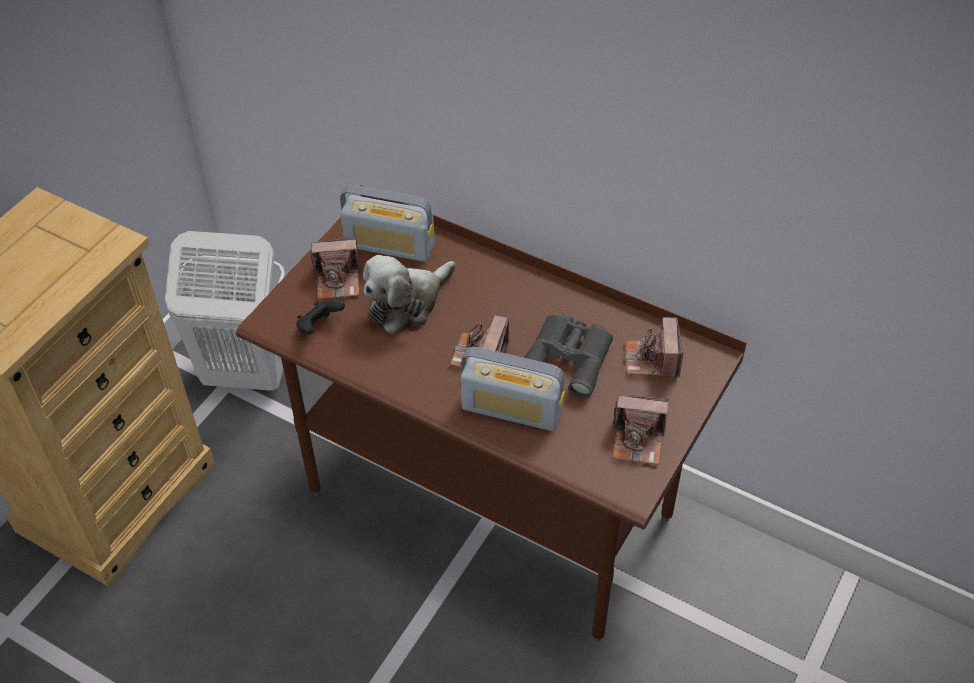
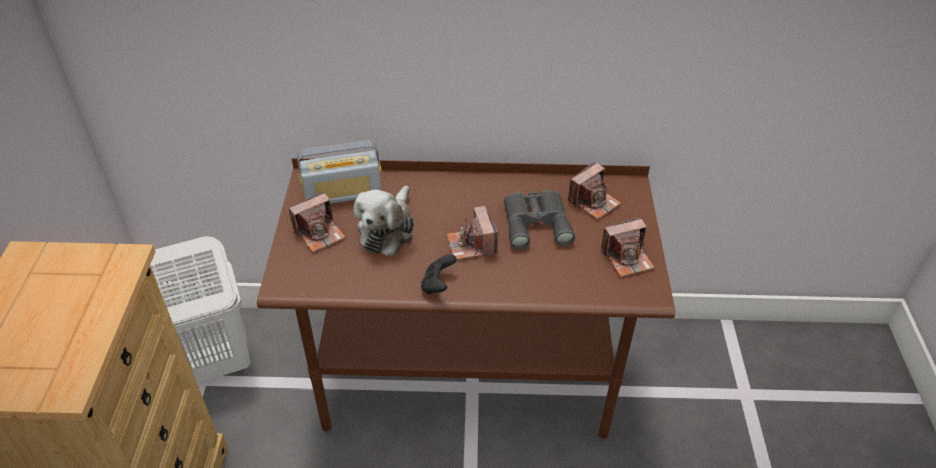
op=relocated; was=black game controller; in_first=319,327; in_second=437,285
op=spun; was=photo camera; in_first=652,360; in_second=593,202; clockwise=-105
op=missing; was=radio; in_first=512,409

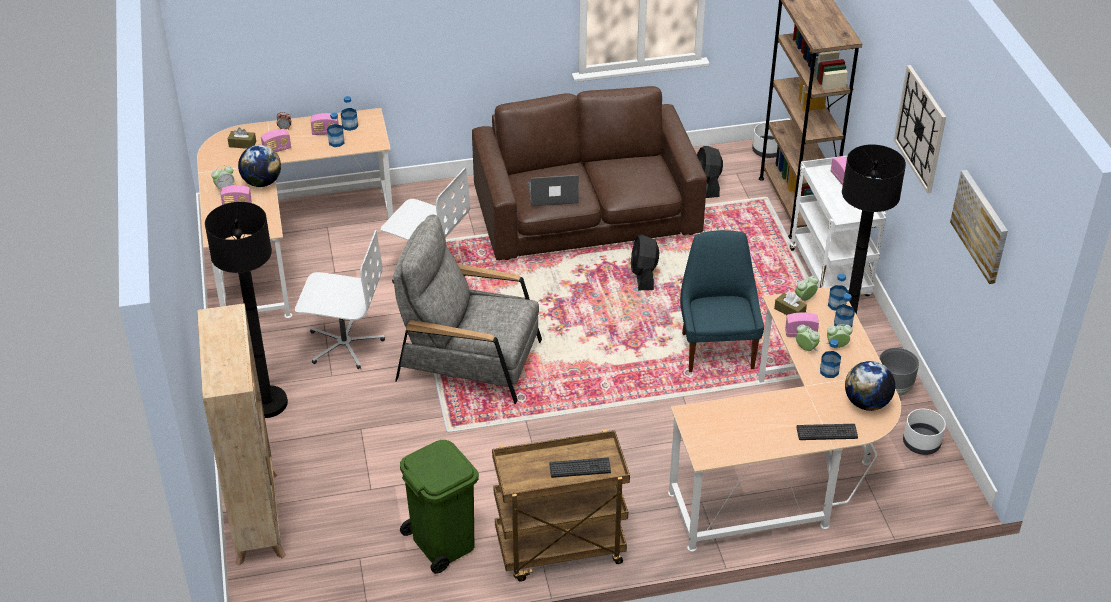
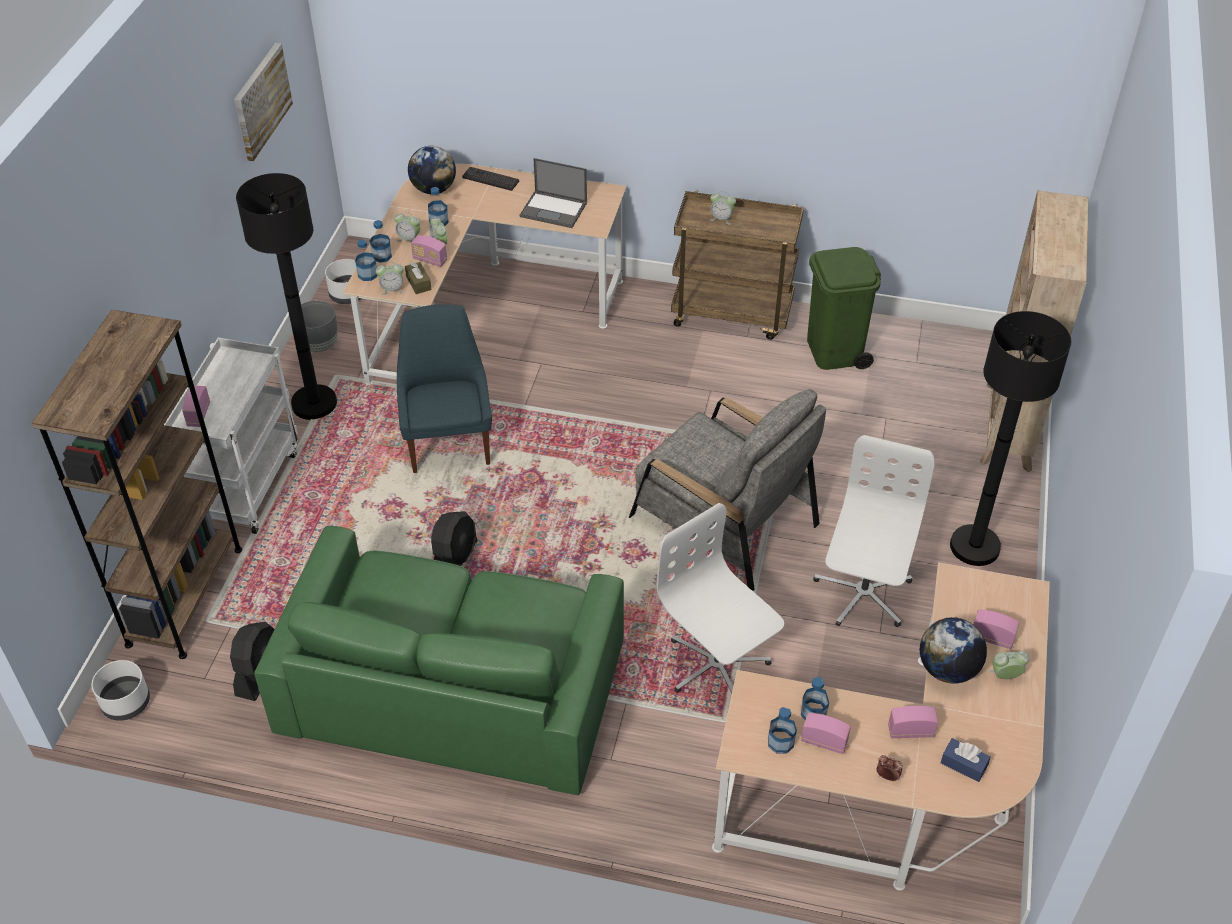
op=missing; was=wall clock; in_first=920,128
op=colour; was=brown sofa; now=green sofa; in_first=587,212; in_second=453,687
op=colour; was=brown tissue box; now=blue tissue box; in_first=242,144; in_second=963,764
op=relocated; was=laptop; in_first=552,194; in_second=554,209
op=spun; was=white office chair; in_first=344,344; in_second=862,593; clockwise=75
op=spun; was=blue chair; in_first=717,348; in_second=449,442; clockwise=150
op=exchanged; was=keyboard; now=alarm clock; in_first=580,468; in_second=721,218

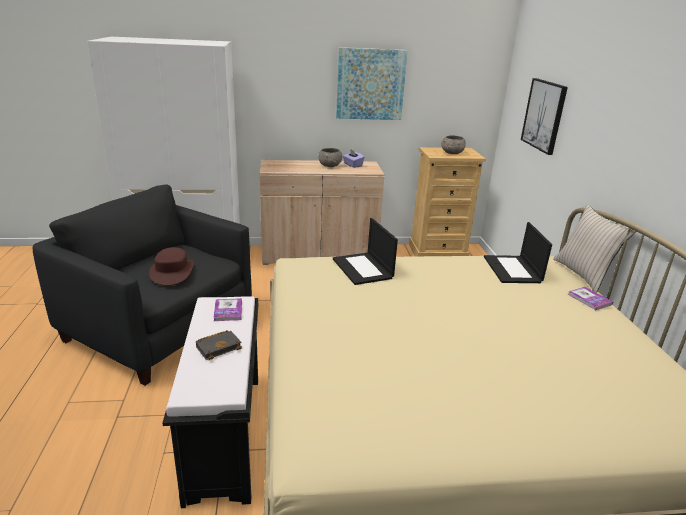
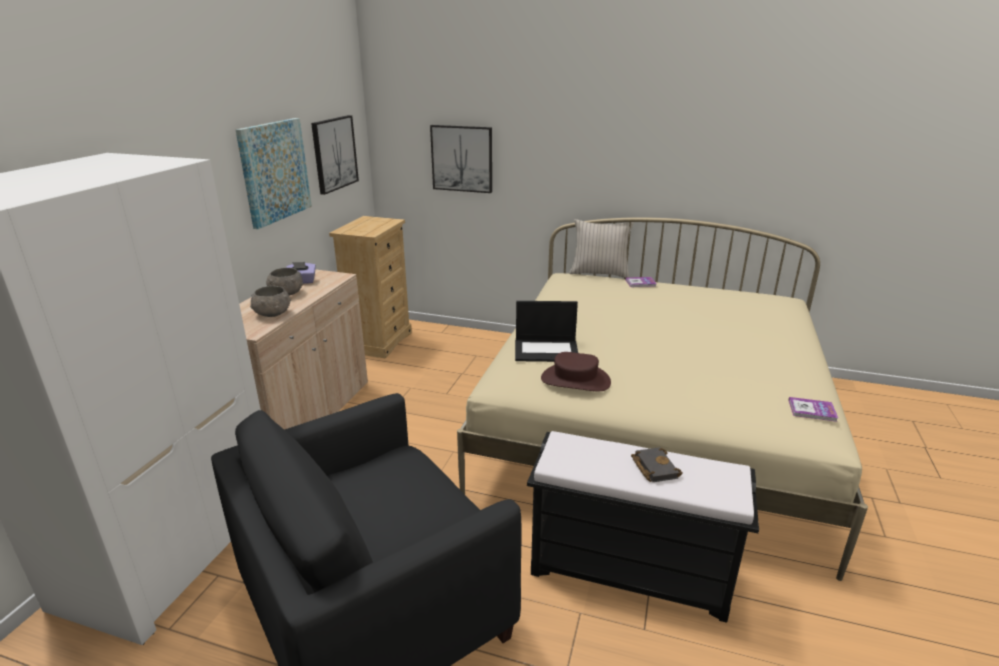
op=relocated; was=grey bowl; in_first=452,153; in_second=272,314
op=missing; was=laptop; in_first=513,270
op=relocated; was=brown hat; in_first=172,272; in_second=575,380
op=relocated; was=book; in_first=228,311; in_second=812,410
op=appeared; now=picture; in_second=334,153

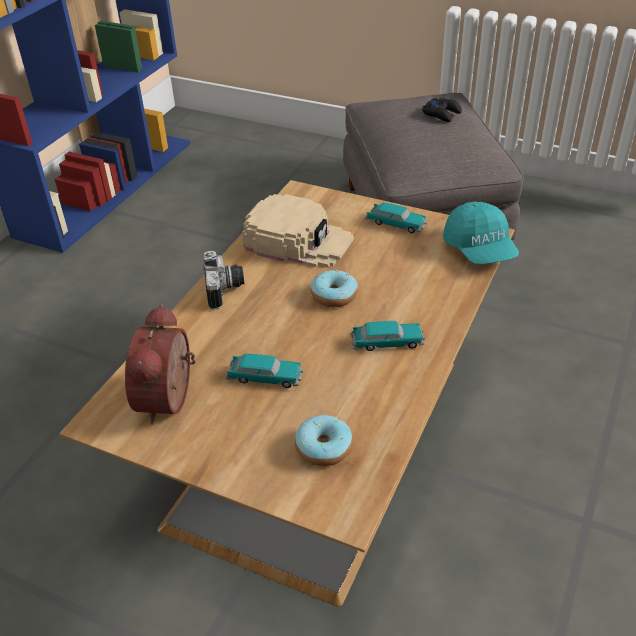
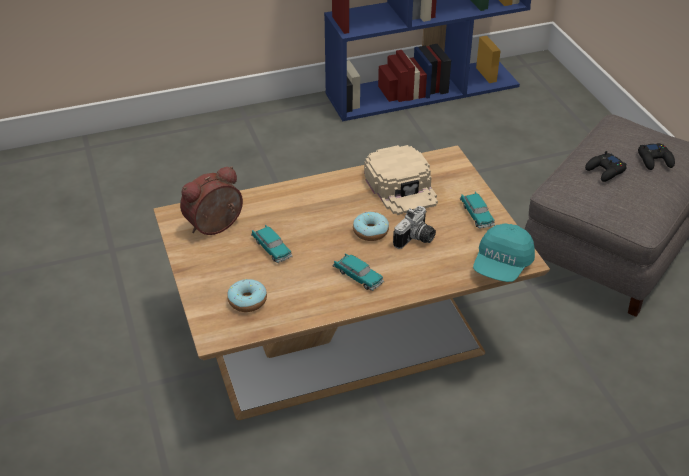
op=relocated; was=photo camera; in_first=226,290; in_second=416,239
op=appeared; now=black game controller; in_second=605,171

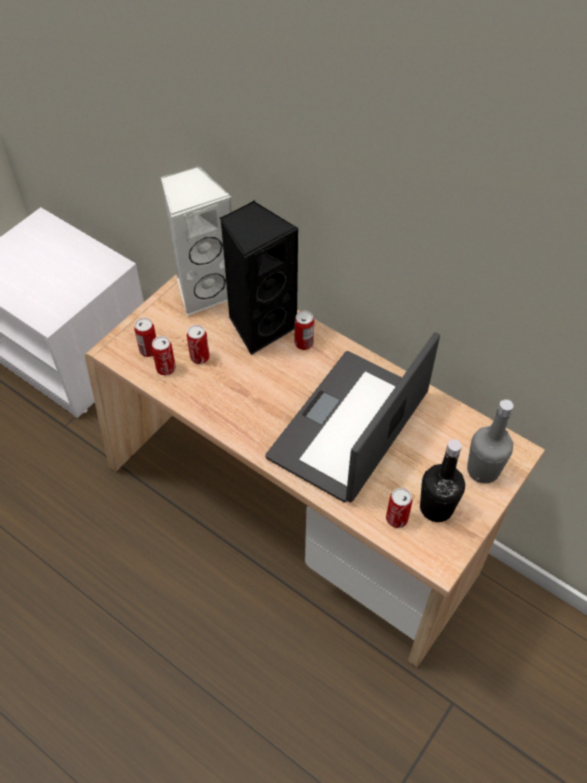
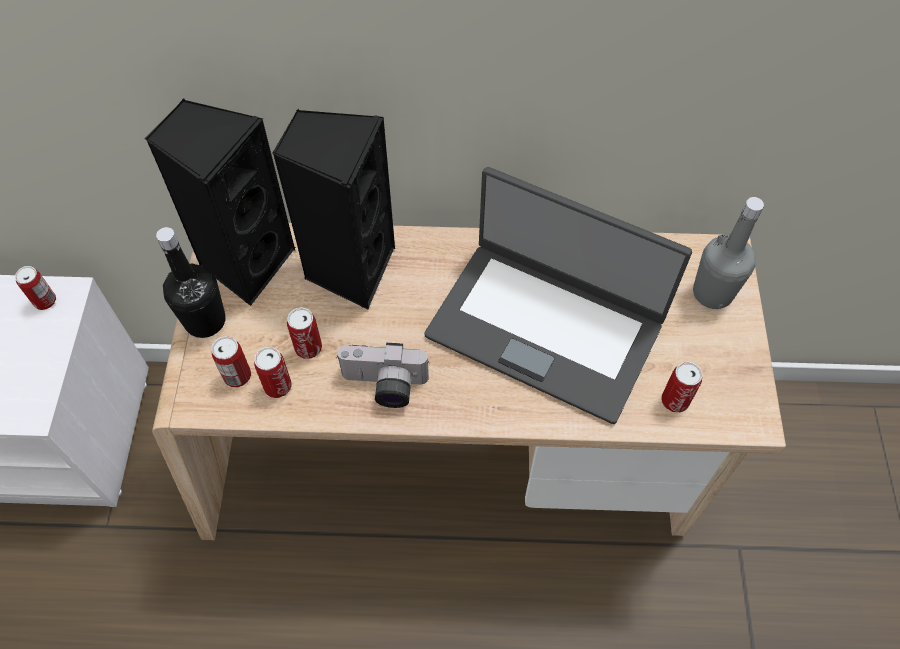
op=colour; was=white speaker; now=black speaker; in_first=204,290; in_second=245,262
op=relocated; was=can; in_first=304,343; in_second=45,301
op=spun; was=laptop; in_first=350,427; in_second=545,327; clockwise=-60
op=relocated; was=black bottle; in_first=436,508; in_second=205,321
op=appeared; now=photo camera; in_second=384,387

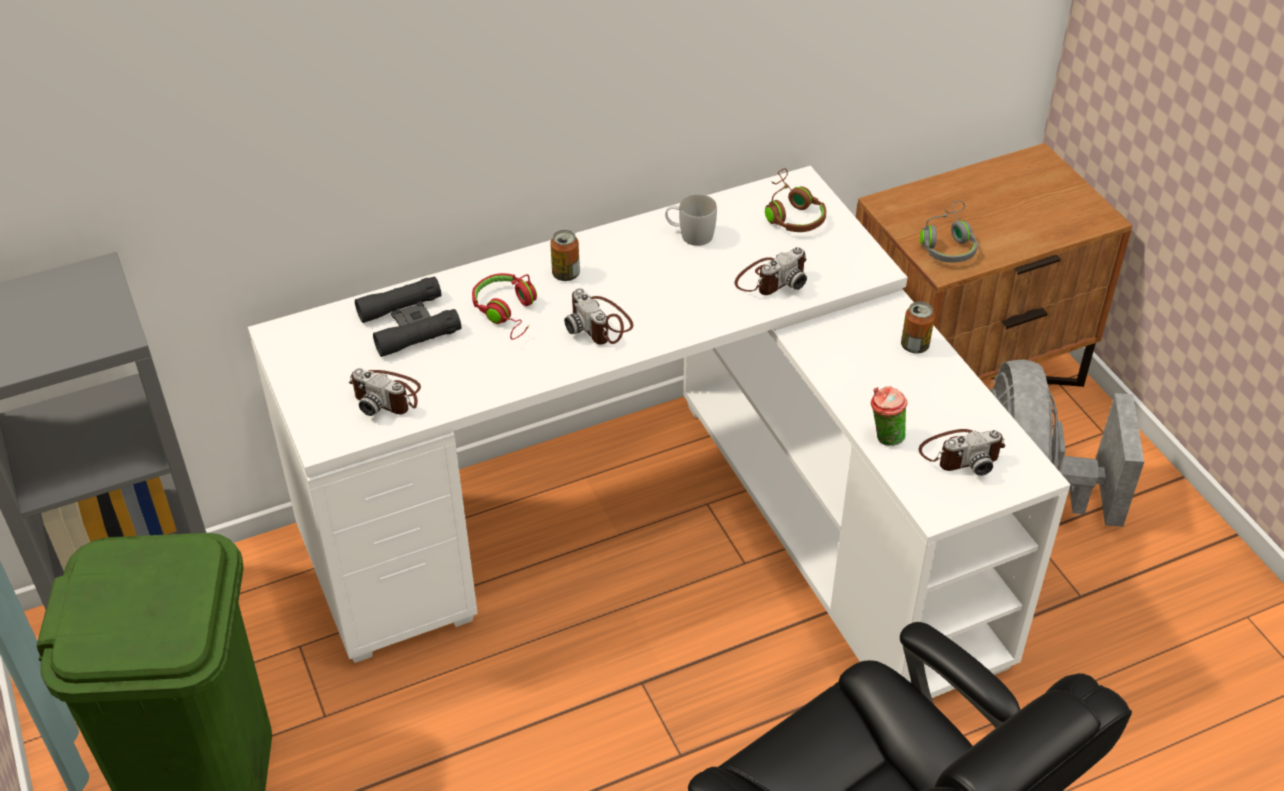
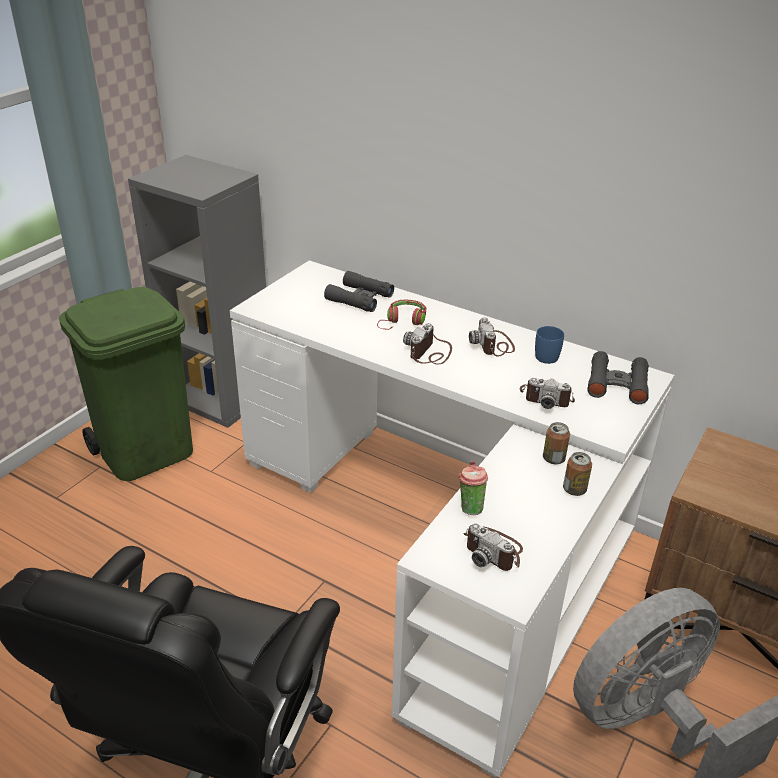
op=exchanged; was=brown headphones; now=black binoculars; in_first=791,213; in_second=617,384
op=colour; was=white mug; now=blue mug; in_first=690,235; in_second=544,354
op=missing; was=grey headphones; in_first=948,243
op=relocated; was=can; in_first=566,274; in_second=553,459
op=relocated; was=photo camera; in_first=387,395; in_second=493,345

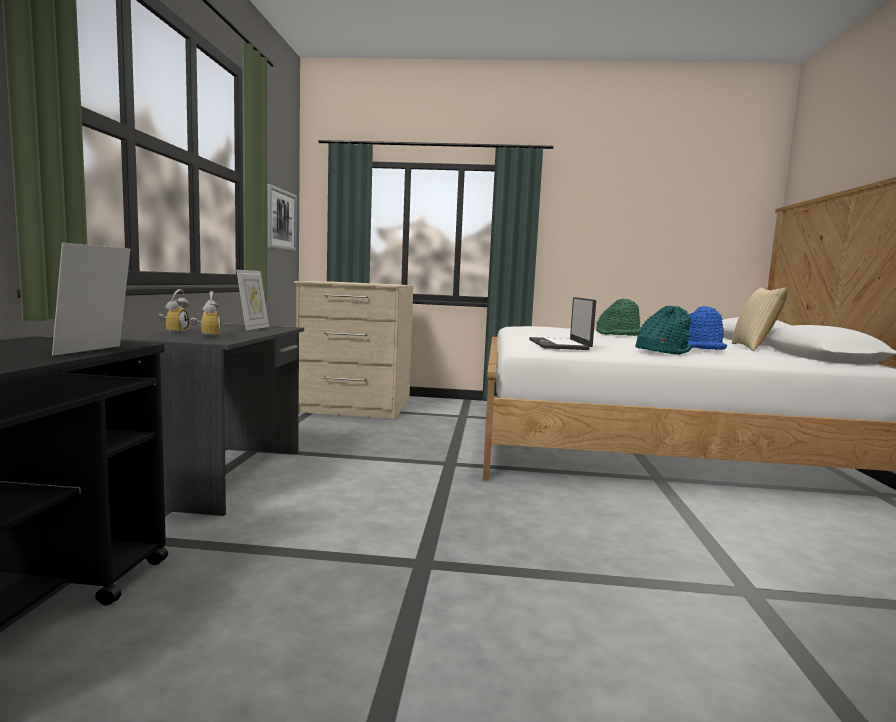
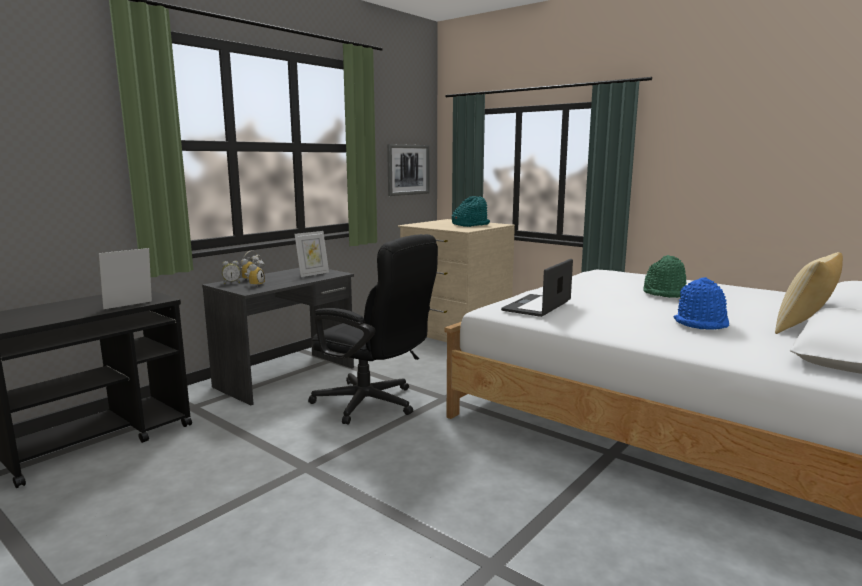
op=relocated; was=turquoise hat; in_first=662,351; in_second=470,225
op=appeared; now=black office chair; in_second=374,404
op=appeared; now=alarm clock; in_second=231,283

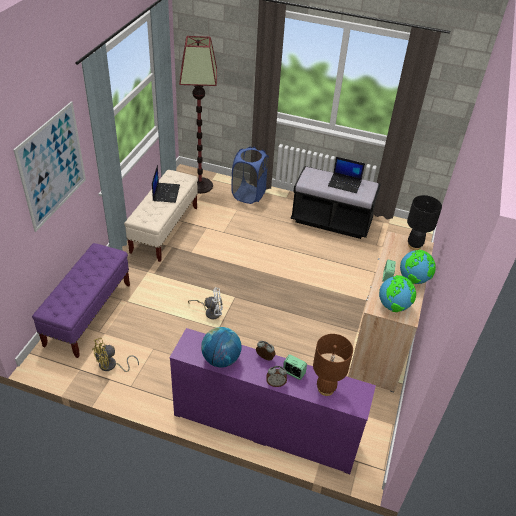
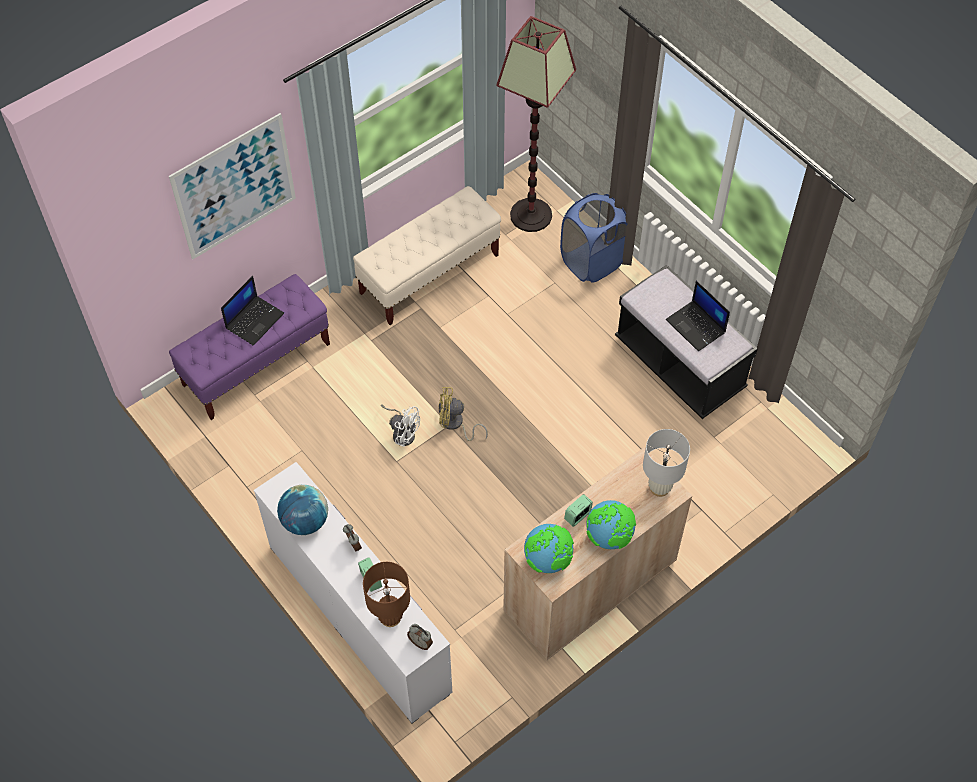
op=relocated; was=laptop; in_first=166,192; in_second=254,320
op=colour; was=black table lamp; now=white table lamp; in_first=414,245; in_second=660,487
op=colour; was=purple dresser; now=white dresser; in_first=265,427; in_second=359,617
op=relocated; was=yellow fan; in_first=111,366; in_second=455,424
op=relocated; was=alarm clock; in_first=275,383; in_second=421,642

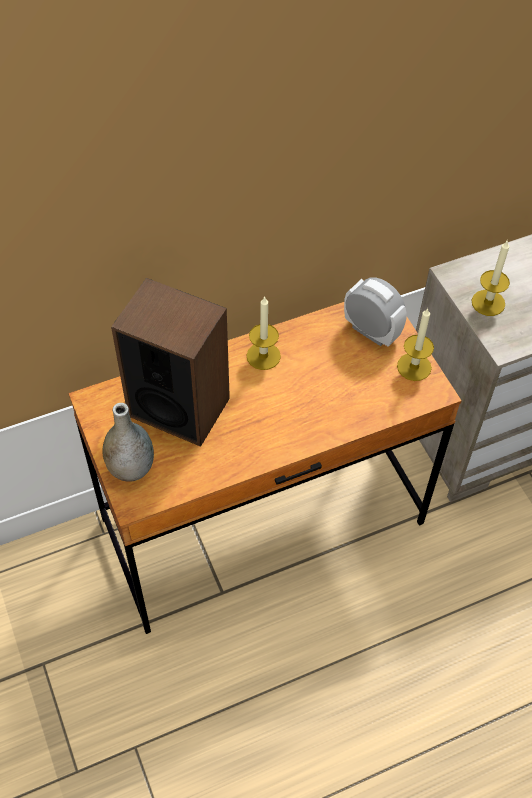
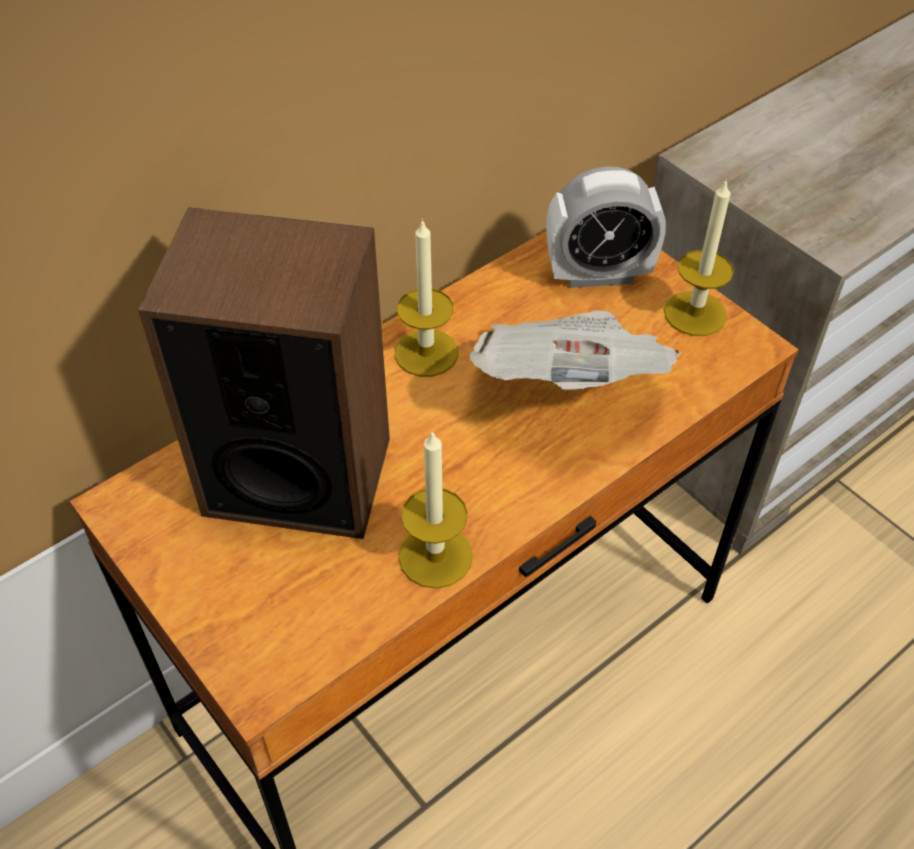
op=relocated; was=candle; in_first=488,303; in_second=435,556
op=spun; was=alarm clock; in_first=371,331; in_second=598,274; clockwise=150
op=missing; was=grey vase; in_first=131,468
op=appeared; now=newspaper; in_second=570,384

